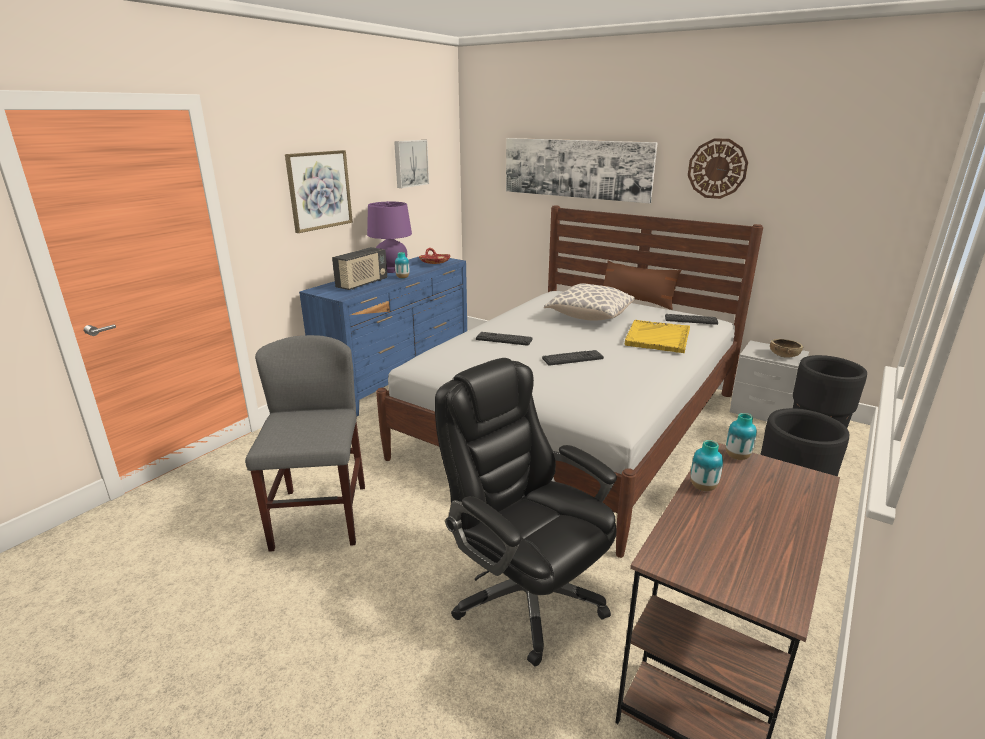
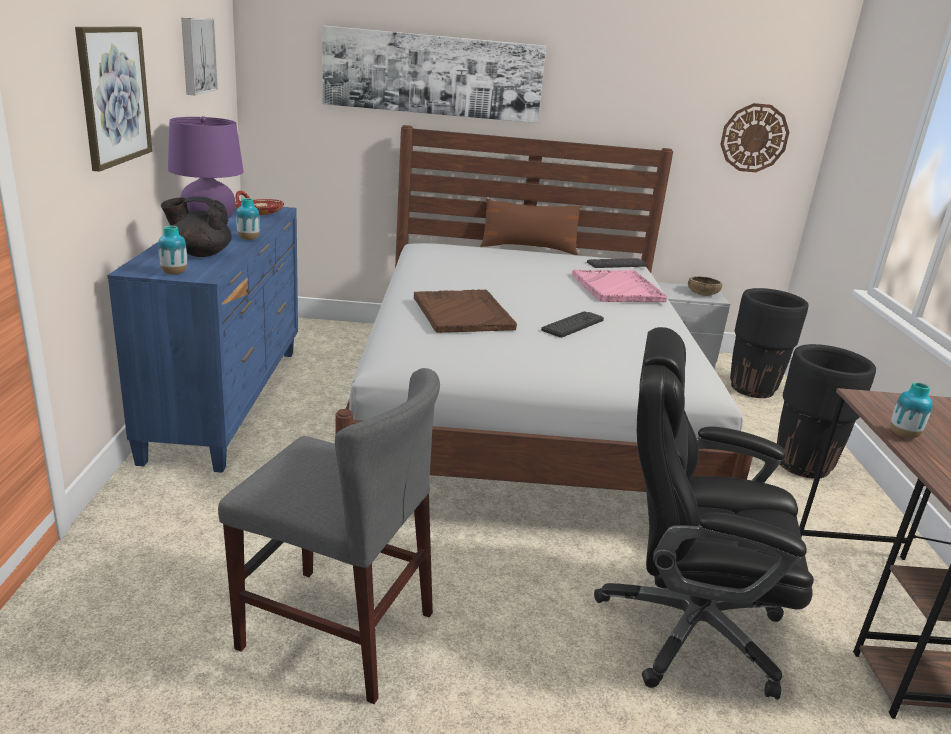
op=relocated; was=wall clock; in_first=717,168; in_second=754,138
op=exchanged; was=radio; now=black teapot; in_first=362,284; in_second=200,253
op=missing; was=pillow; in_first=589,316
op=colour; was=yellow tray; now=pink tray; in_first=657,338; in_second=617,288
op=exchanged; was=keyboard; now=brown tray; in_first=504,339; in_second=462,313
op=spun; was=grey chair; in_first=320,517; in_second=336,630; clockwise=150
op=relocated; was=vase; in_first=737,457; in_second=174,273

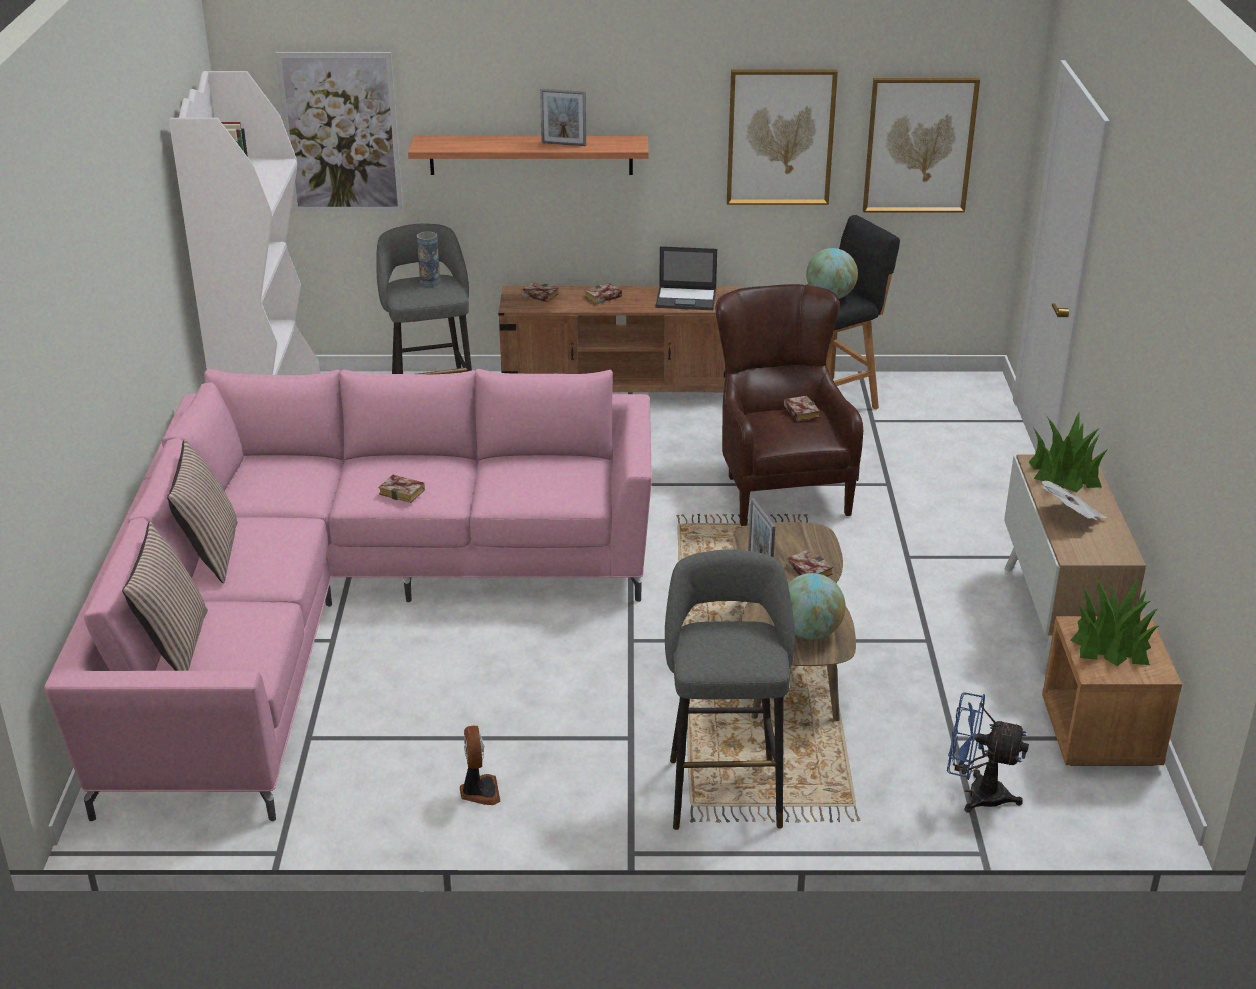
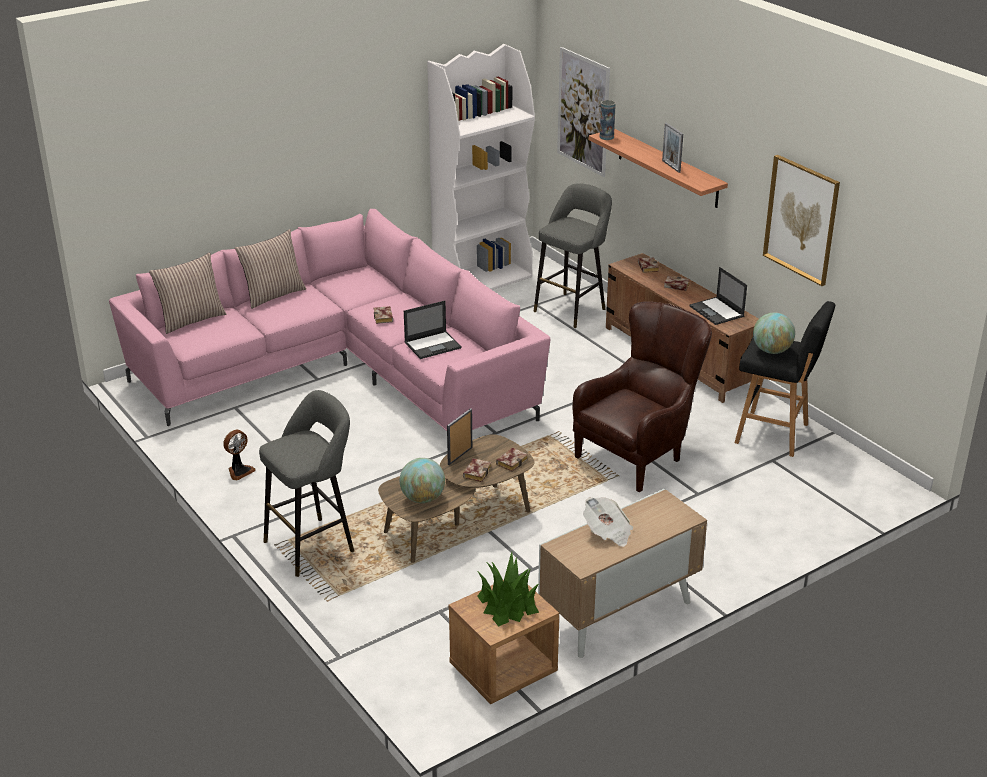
op=missing; was=picture; in_first=919,145
op=relocated; was=vase; in_first=430,282; in_second=606,137
op=relocated; was=book; in_first=799,411; in_second=512,461
op=missing; was=potted plant; in_first=1064,474
op=missing; was=blue fan; in_first=976,794
op=appeared; now=laptop; in_second=433,345

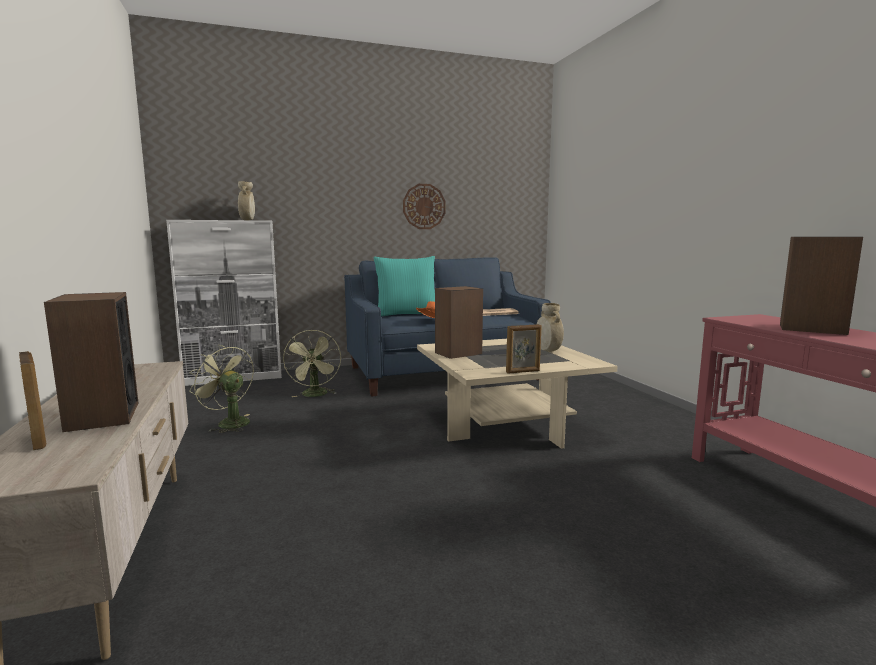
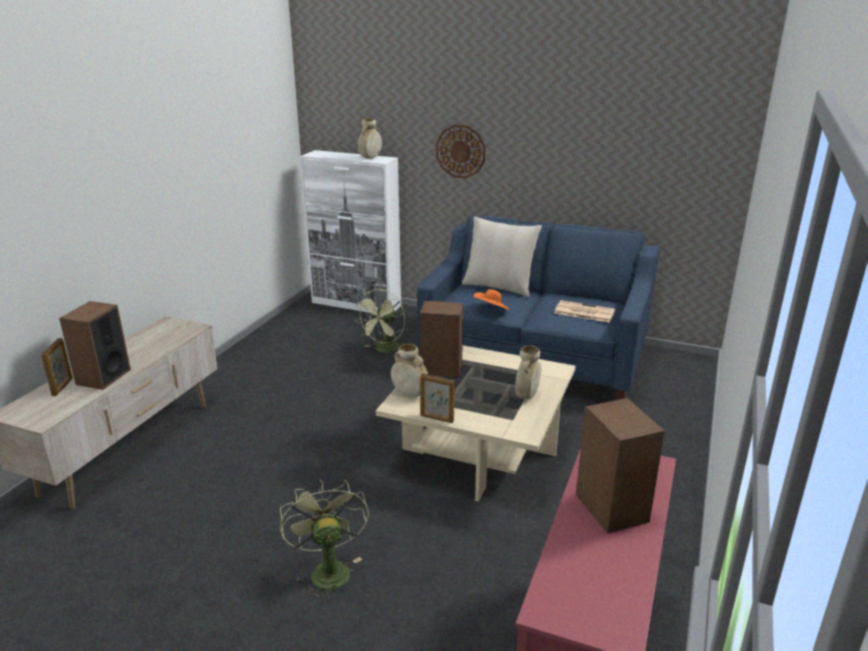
op=relocated; was=wall clock; in_first=424,206; in_second=460,151
op=colour; was=turquoise pillow; now=beige pillow; in_first=406,314; in_second=499,286
op=relocated; was=green fan; in_first=228,423; in_second=327,570
op=appeared; now=beige vase; in_second=410,394

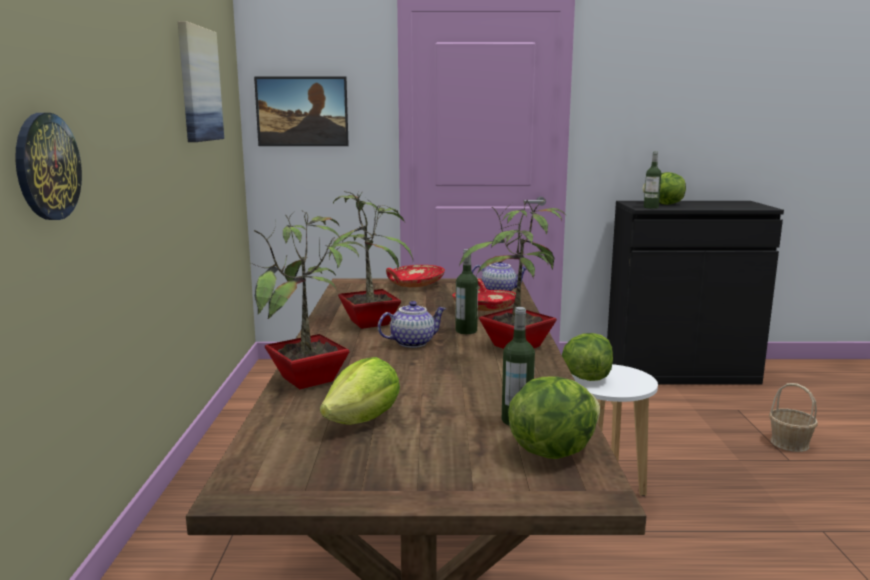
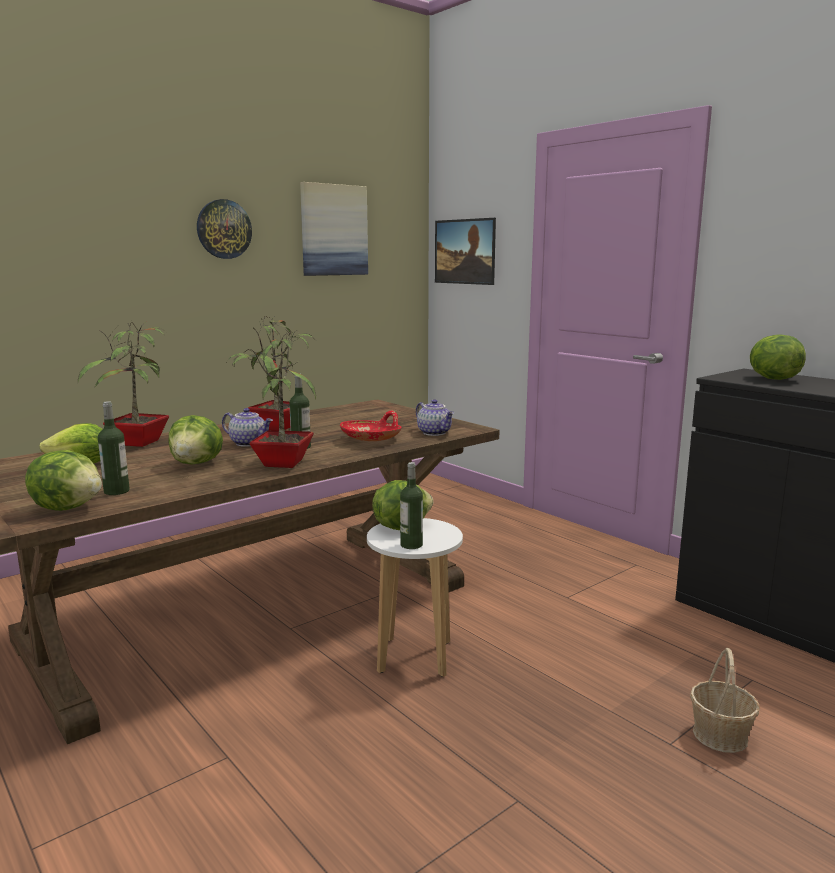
op=relocated; was=wall clock; in_first=47,166; in_second=224,229
op=relocated; was=bottle; in_first=651,207; in_second=411,545
op=missing; was=red bowl; in_first=415,285
op=appeared; now=lettuce; in_second=197,463

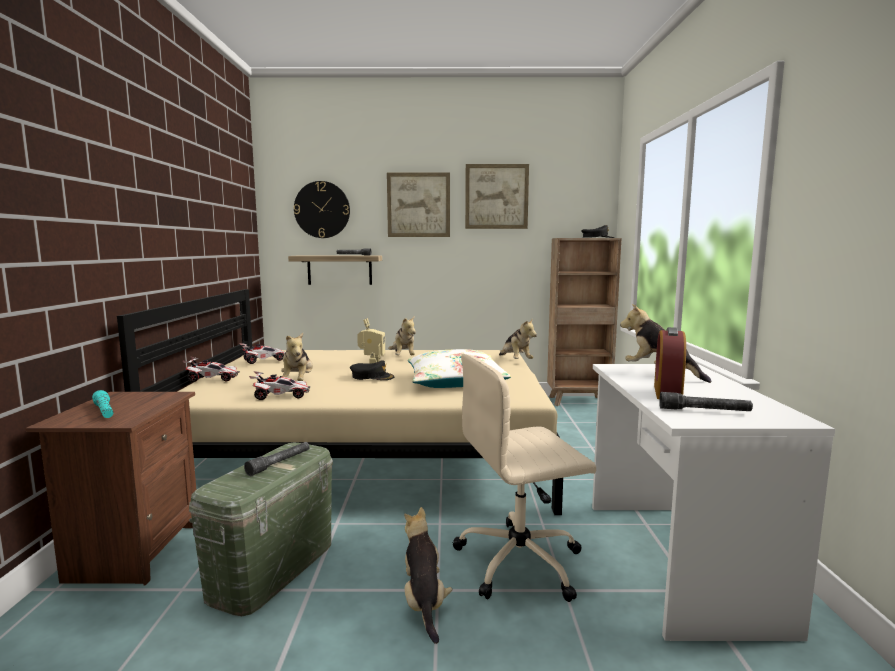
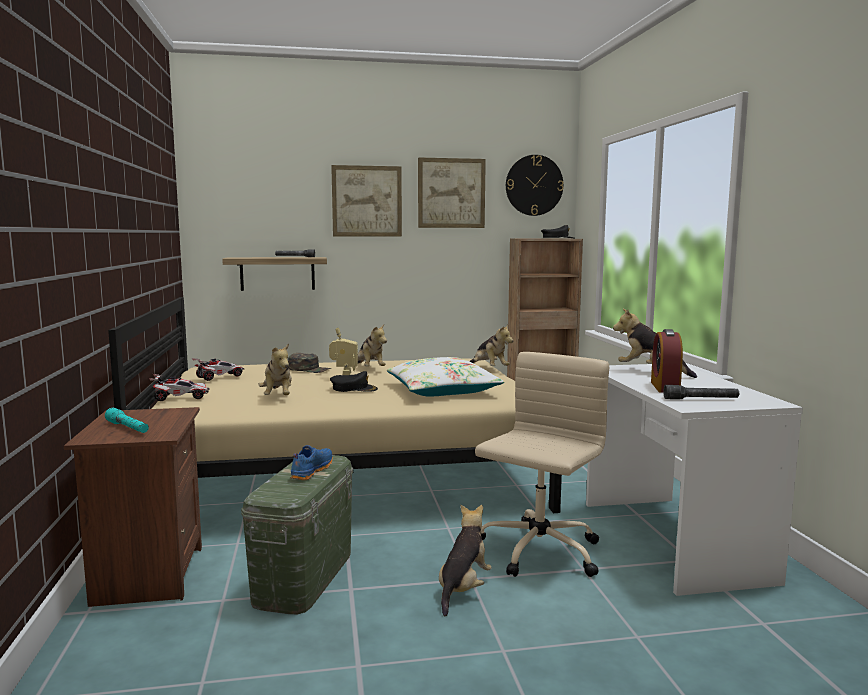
op=relocated; was=wall clock; in_first=322,209; in_second=534,185
op=spun; was=beige office chair; in_first=521,562; in_second=537,552; clockwise=150
op=missing; was=toy car; in_first=281,396
op=exchanged; was=grey flashlight; now=blue shoe; in_first=279,463; in_second=310,471
op=spun; was=plush toy; in_first=424,602; in_second=463,589; clockwise=45
op=appeared; now=green cap; in_second=309,369

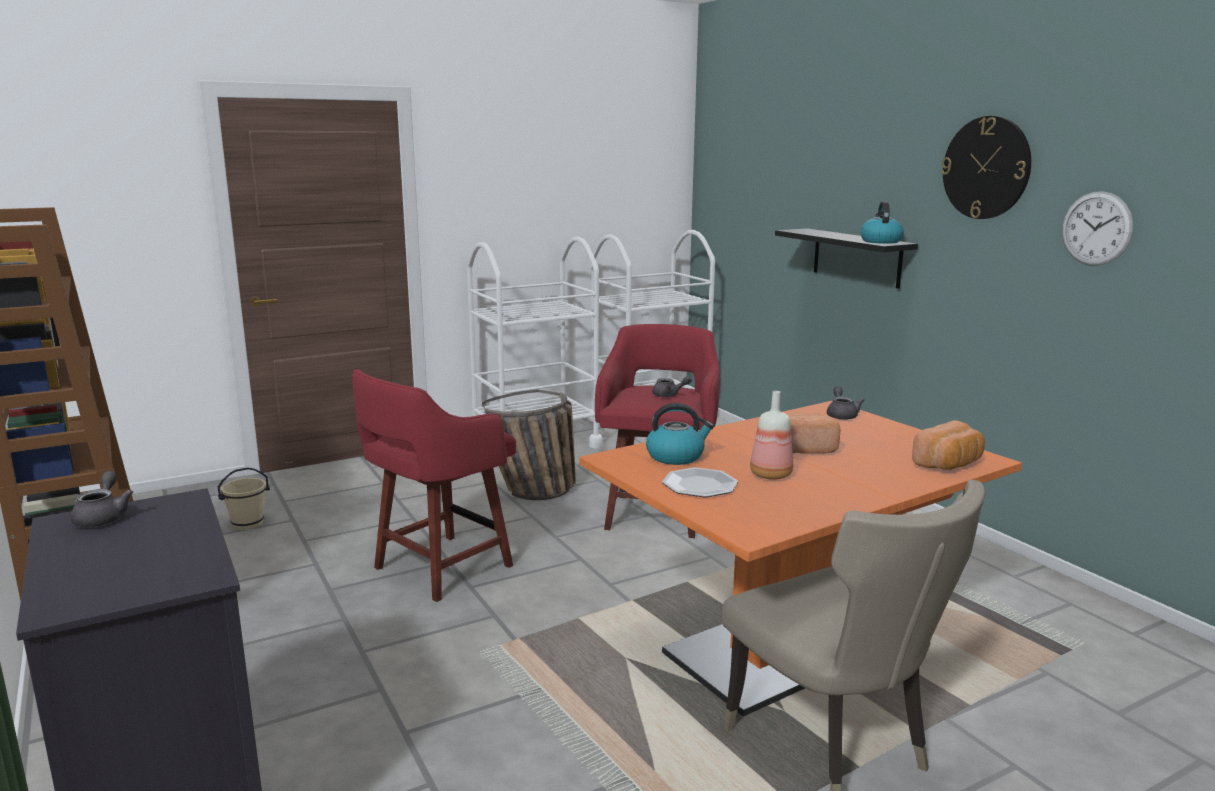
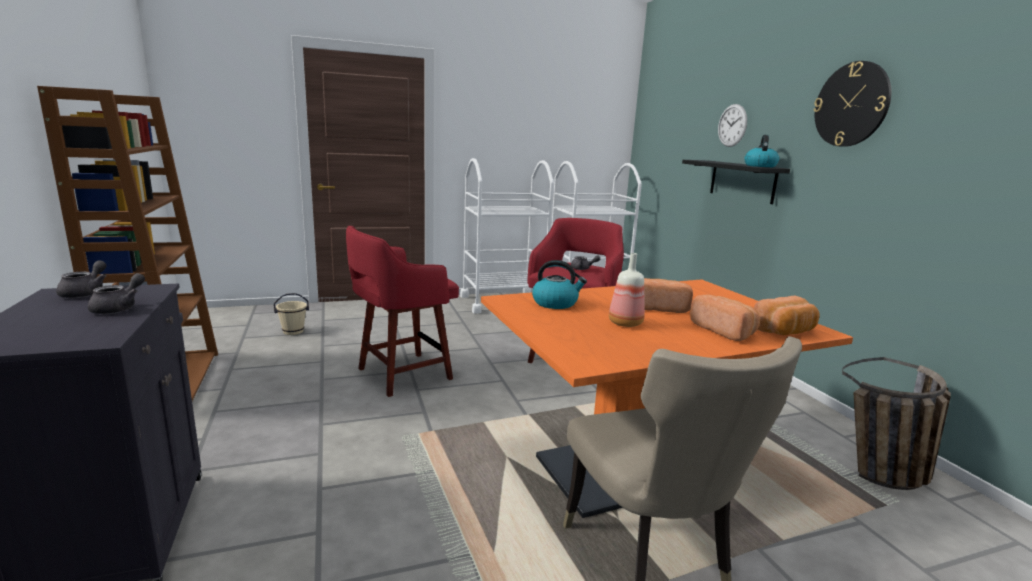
op=relocated; was=wall clock; in_first=1096,228; in_second=732,125
op=relocated; was=grey teapot; in_first=841,415; in_second=119,308
op=relocated; was=basket; in_first=532,494; in_second=882,478
op=missing; was=plate; in_first=700,485
op=appeared; now=bread; in_second=724,331

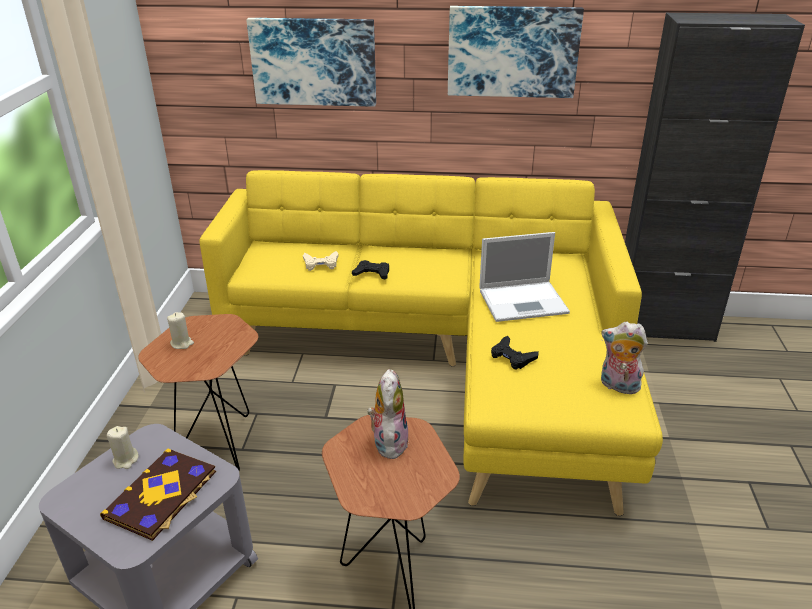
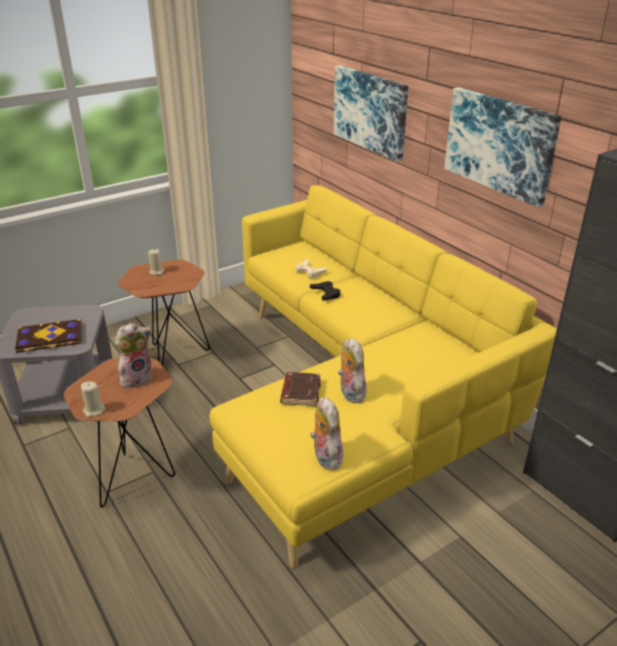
op=missing; was=laptop; in_first=524,301
op=exchanged; was=black game controller; now=brown book; in_first=512,357; in_second=300,392
op=relocated; was=beige candle; in_first=125,460; in_second=94,410
op=appeared; now=plush toy; in_second=350,393

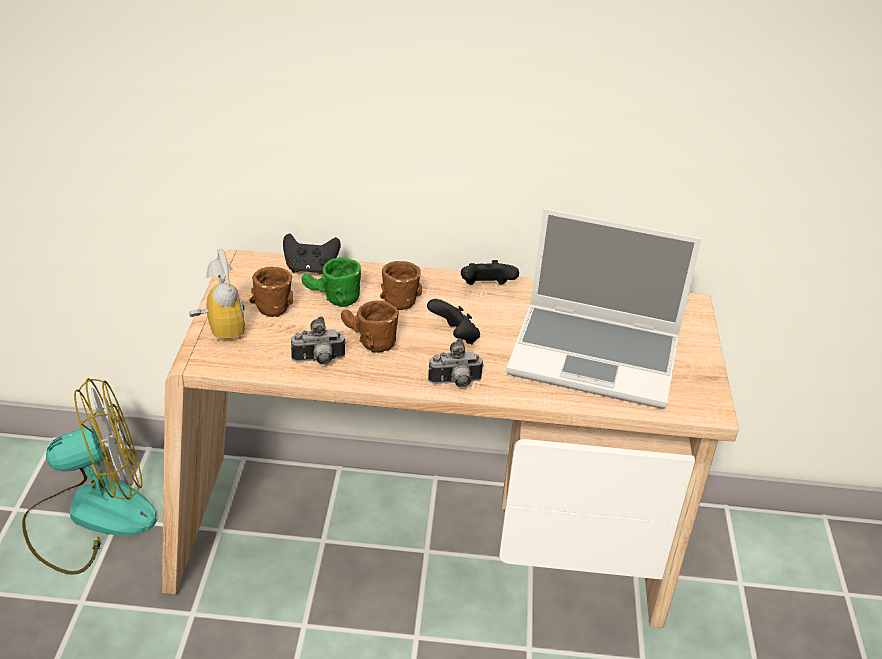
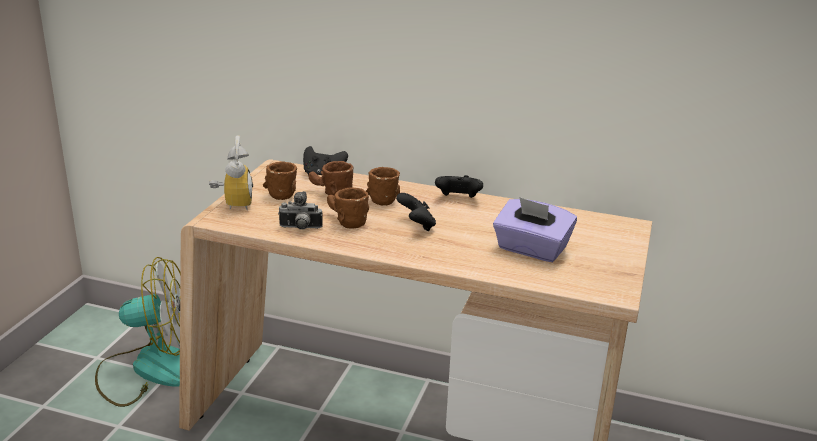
op=exchanged; was=laptop; now=purple tissue box; in_first=596,356; in_second=531,249
op=colour; was=green mug; now=brown mug; in_first=330,298; in_second=329,193
op=missing; was=photo camera; in_first=455,383

